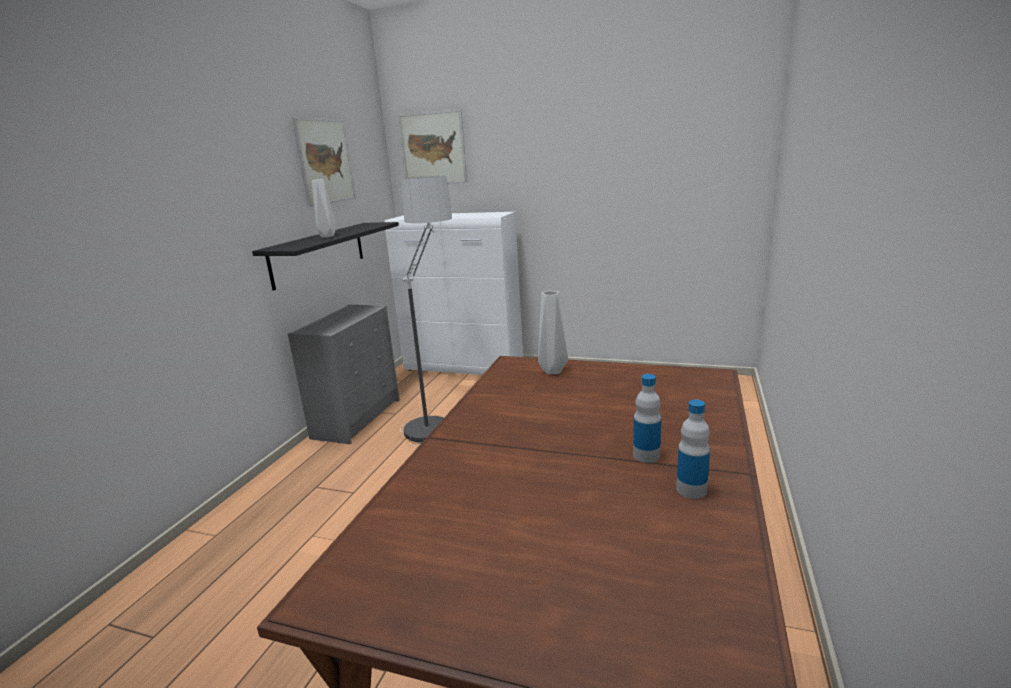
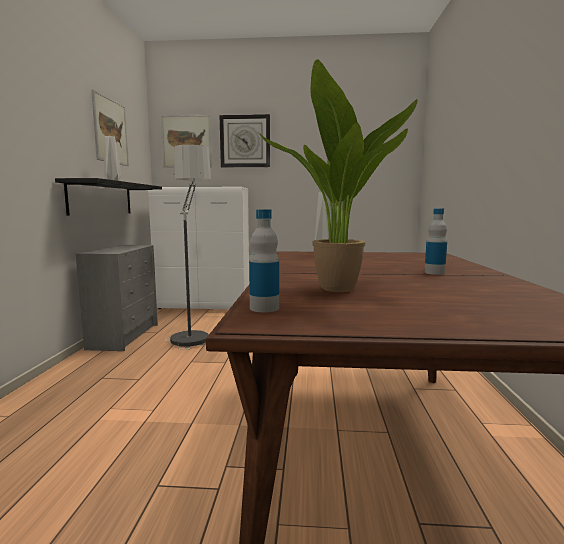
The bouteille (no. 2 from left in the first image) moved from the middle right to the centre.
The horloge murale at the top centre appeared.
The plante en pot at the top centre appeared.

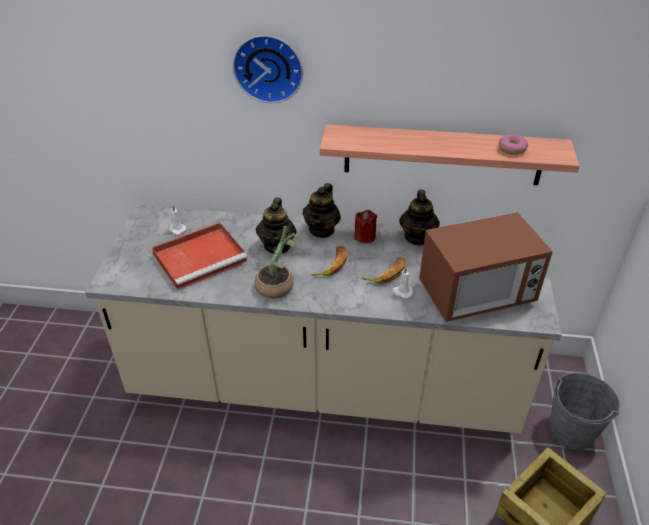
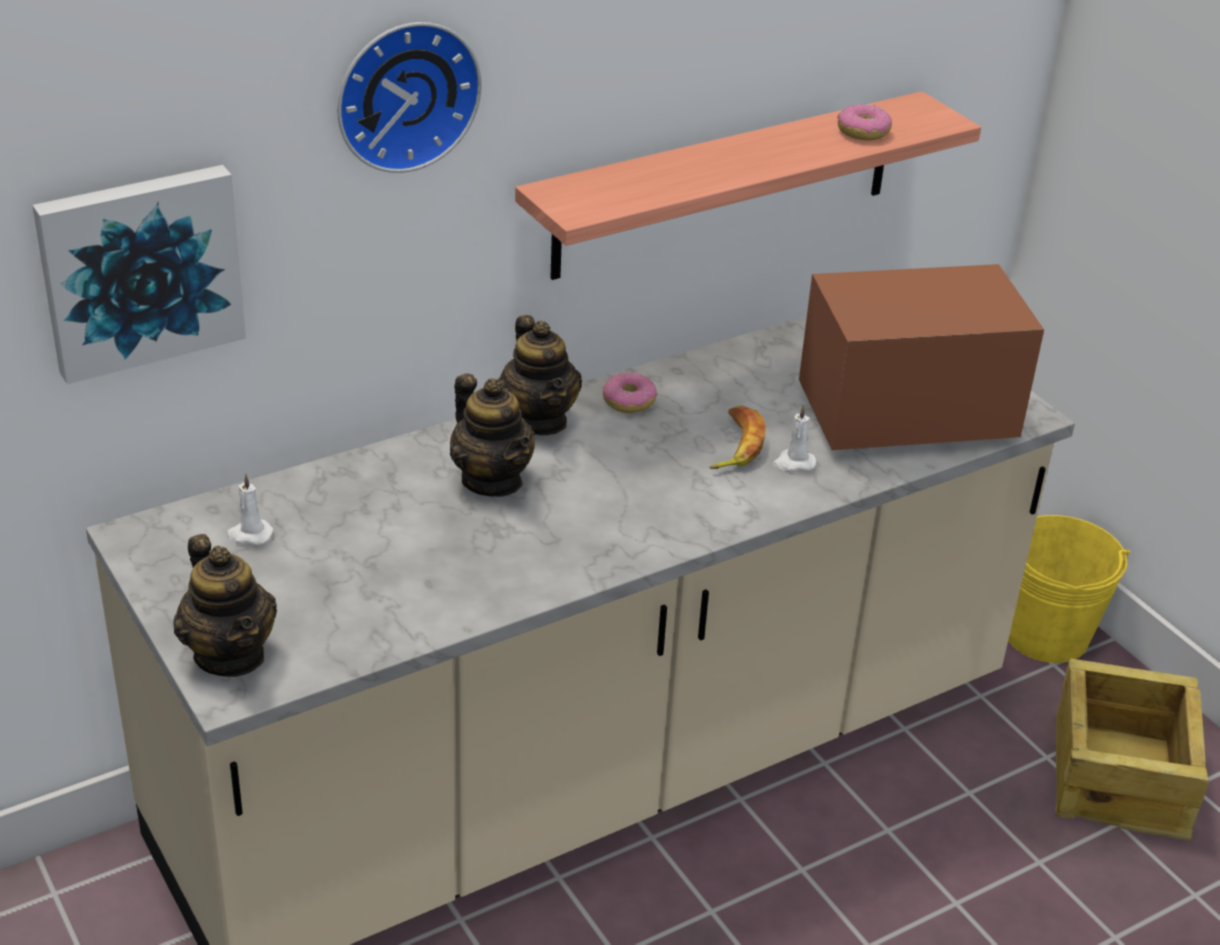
The plateau/rouge at the middle left disappeared.
The plante en pot at the centre disappeared.
The banane (no. 1 from left) at the centre disappeared.
The bougie/rouge at the centre was replaced by the beignet (no. 1 from left) at the centre.
The théière (no. 3 from left in the first image) moved from the centre to the middle left.
The micro-ondes at the middle right turned 135 degrees counterclockwise.
The seau/gris at the bottom right became the seau/jaune at the middle right.
The tableau at the top left appeared.

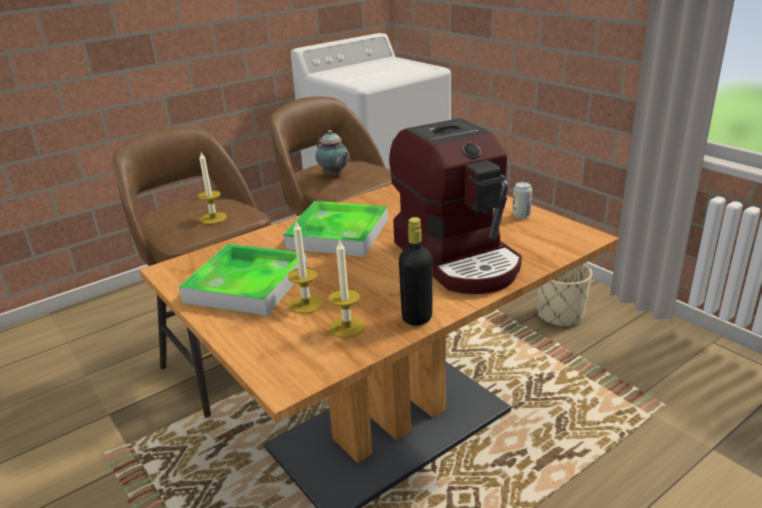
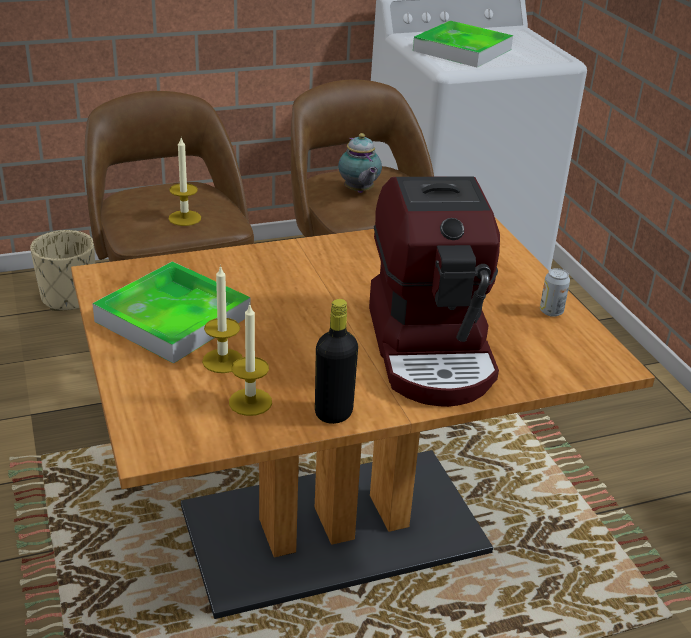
The plateau (no. 2 from left) moved from the centre to the top right.
The cache-pot/beige moved from the middle right to the middle left.

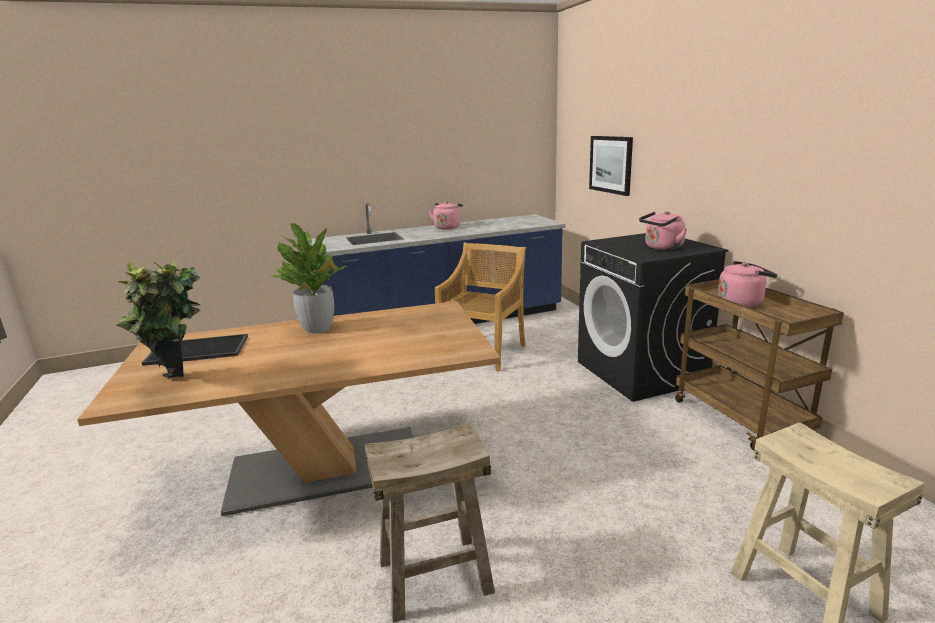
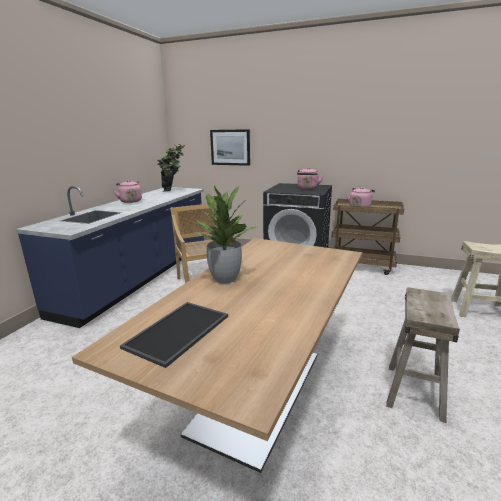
The plante en pot (no. 1 from left) moved from the middle left to the centre.

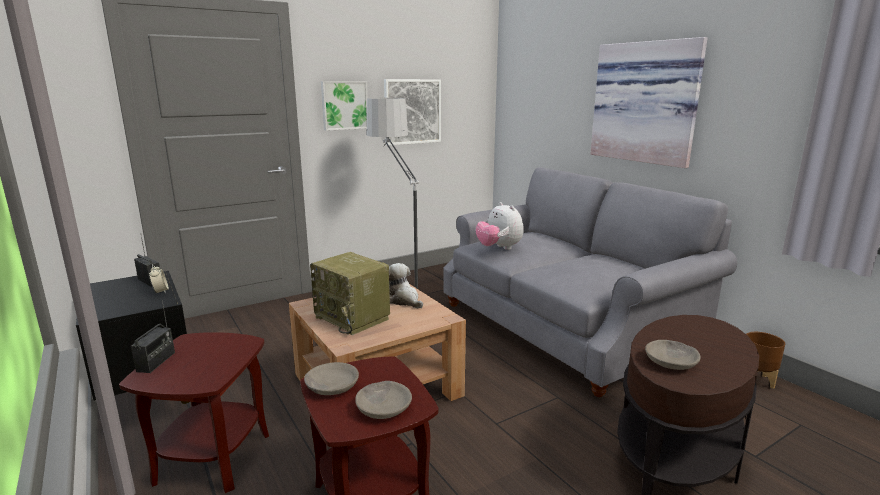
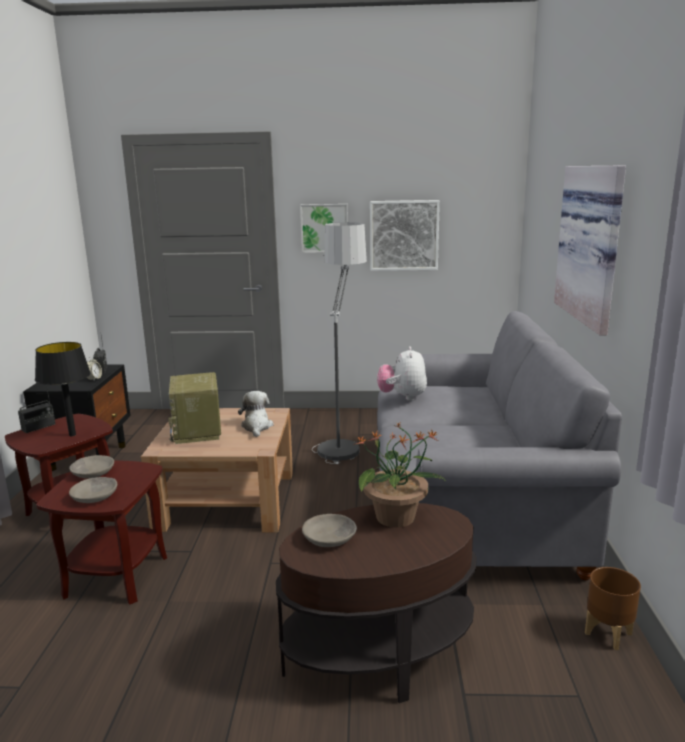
The lampe de table/noir at the middle left appeared.
The plante en pot at the centre appeared.

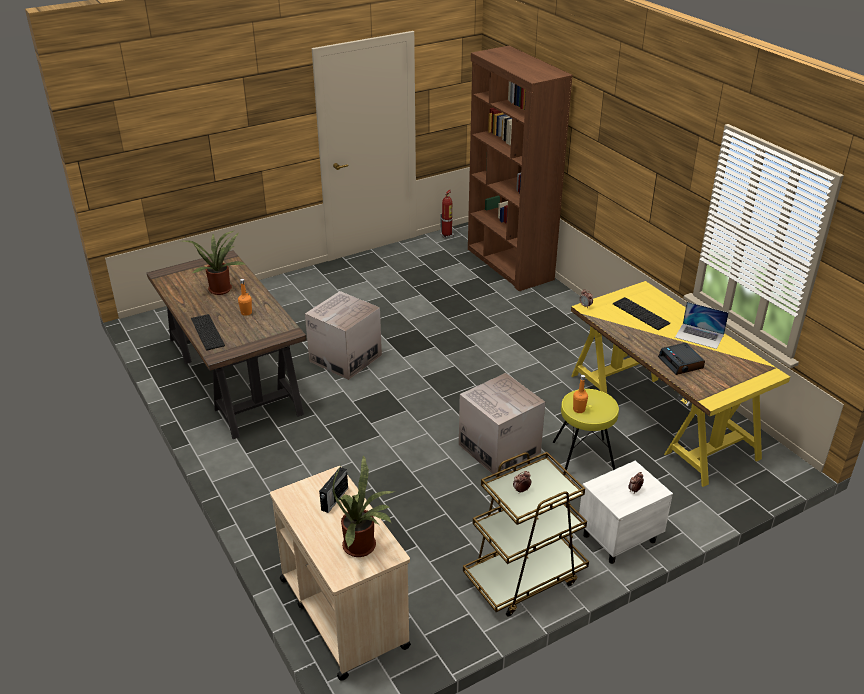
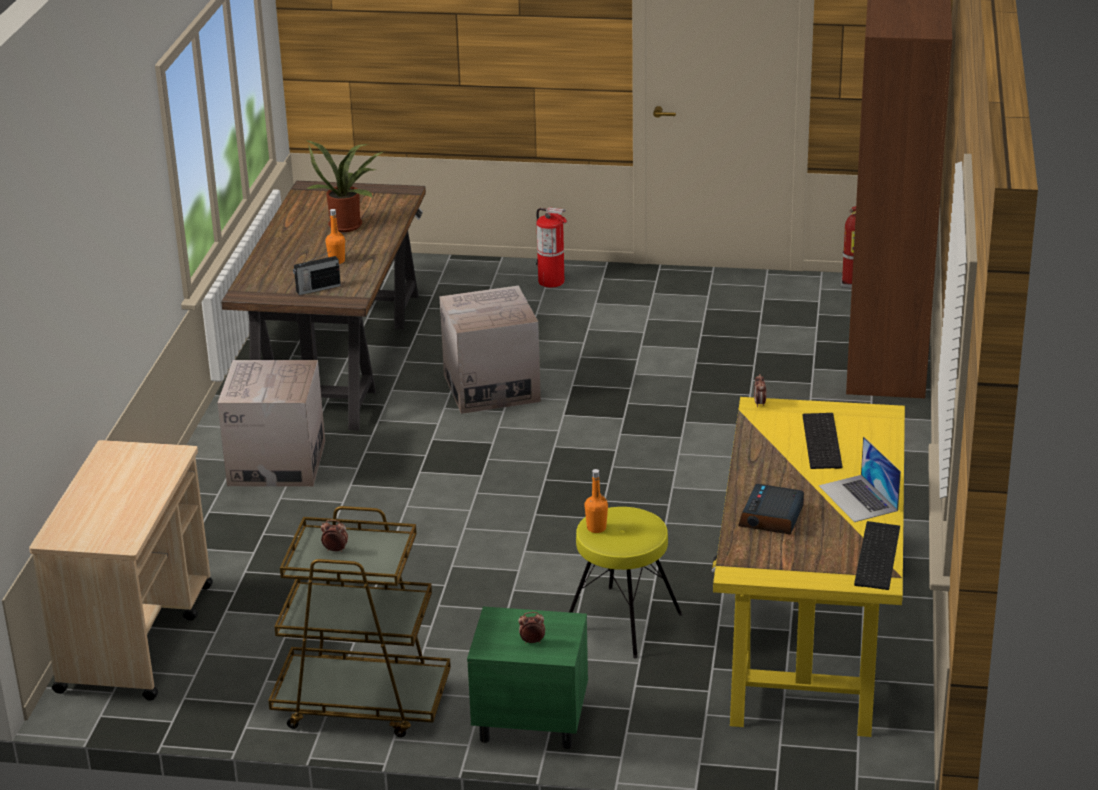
The clavier (no. 1 from left in the first image) moved from the middle left to the bottom right.
The radio moved from the bottom centre to the middle left.
The plante en pot (no. 2 from left) at the bottom centre disappeared.
The carton (no. 2 from left in the first image) moved from the centre to the middle left.
The table de chevet/blanc at the bottom right became the table de chevet/vert at the bottom centre.
The extincteur (no. 1 from left) at the top centre appeared.

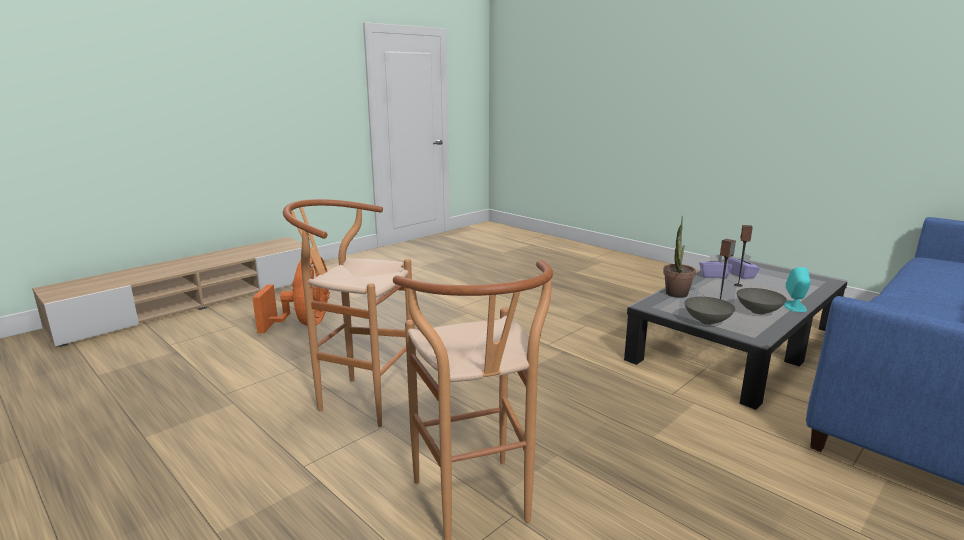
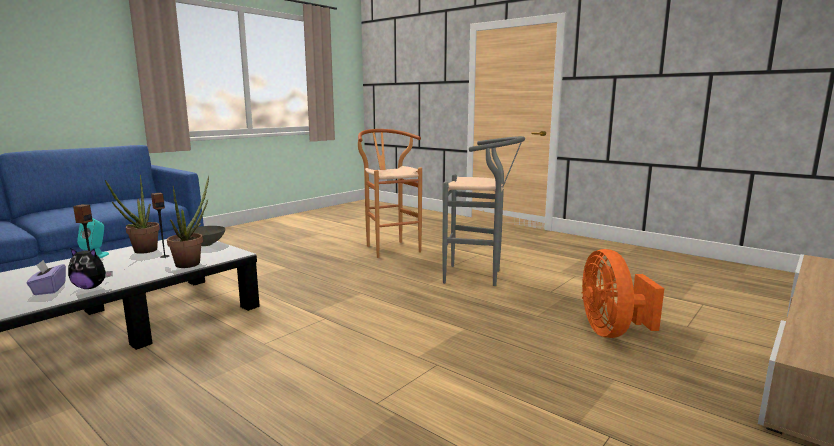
The tabouret/marron (no. 1 from left) at the centre became the tabouret/gris at the centre.
The boîte à mouchoirs/violet (no. 1 from left) at the middle right was replaced by the peluche at the middle left.
The bol/gris (no. 2 from left) at the middle right was replaced by the plante en pot (no. 1 from left) at the middle left.

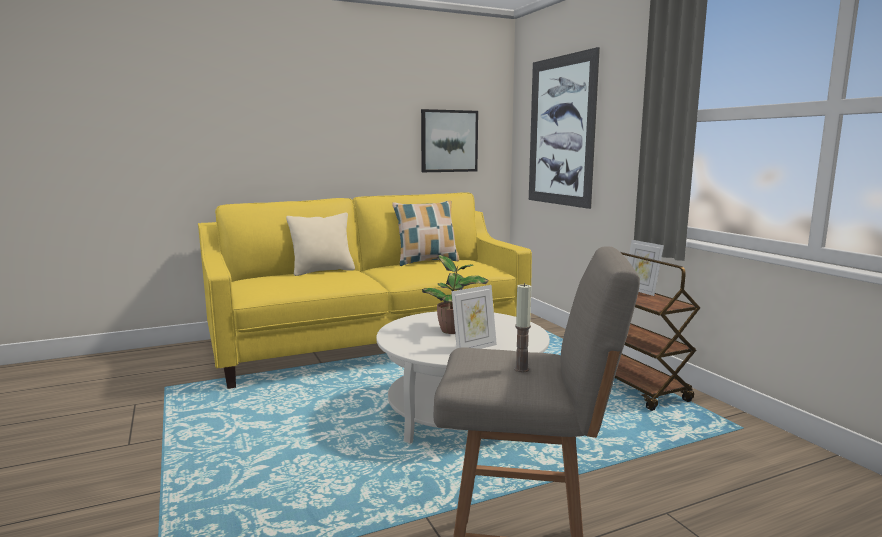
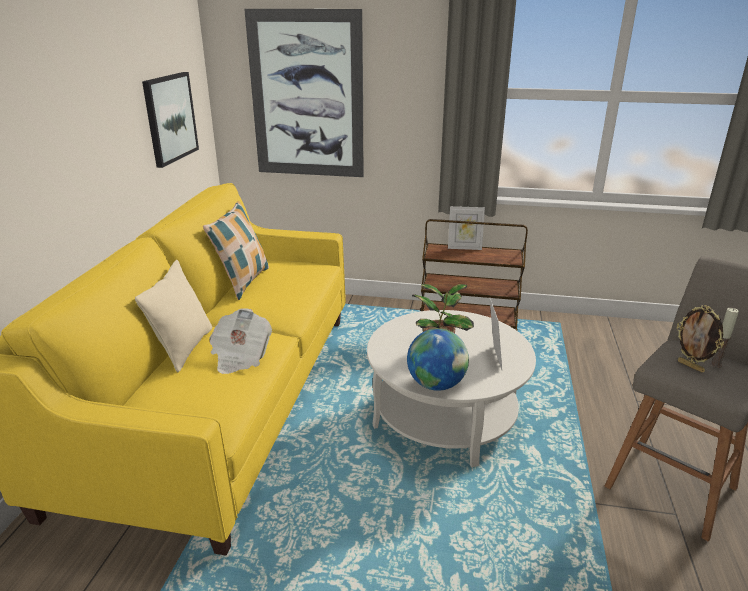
The journal at the middle left appeared.
The globe at the centre appeared.
The cadre photo (no. 3 from left) at the middle right appeared.

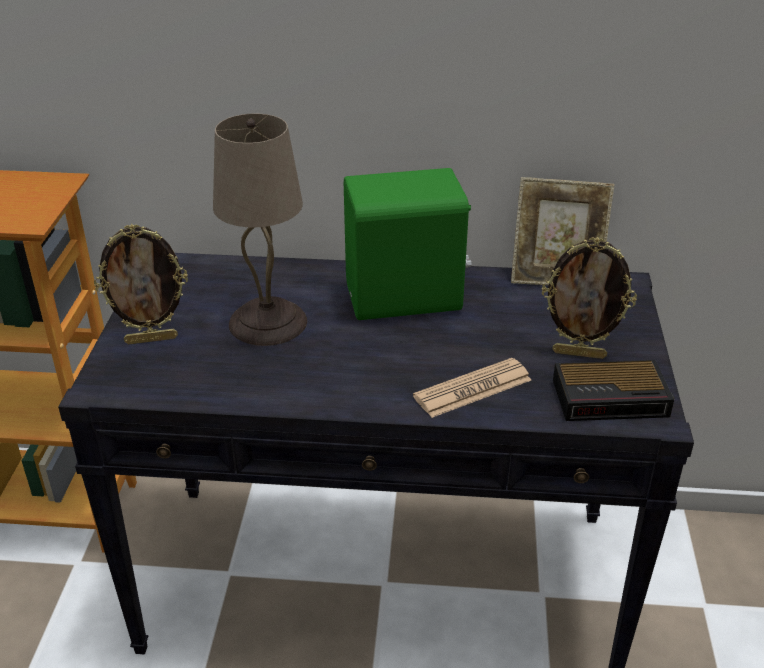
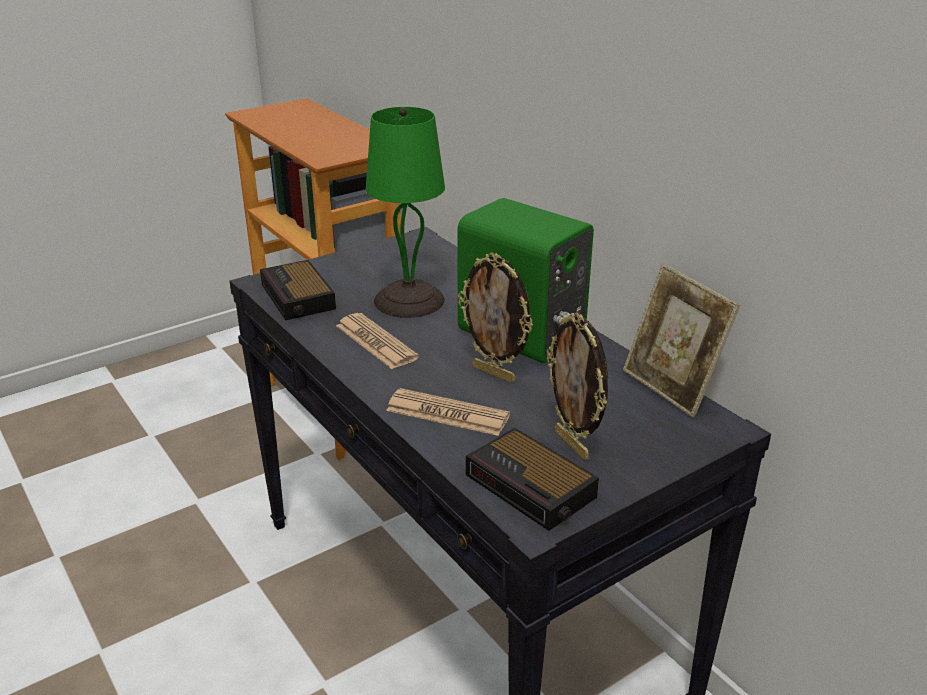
The cadre photo (no. 1 from left) moved from the middle left to the centre.
The lampe de table/beige at the centre became the lampe de table/vert at the top centre.
The réveil (no. 1 from left) at the middle left appeared.
The journal (no. 1 from left) at the centre appeared.

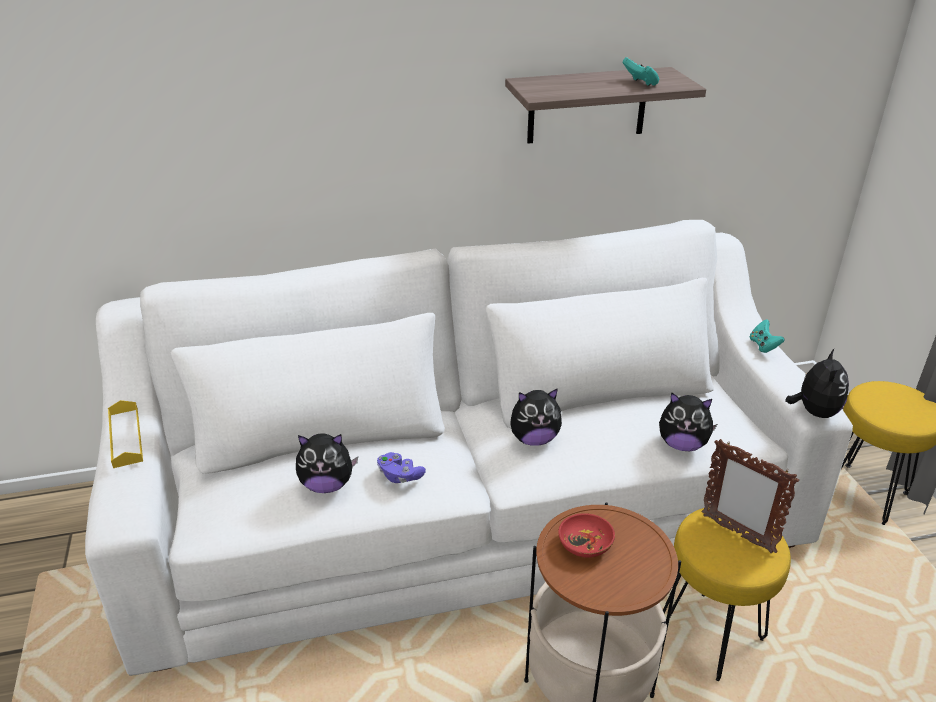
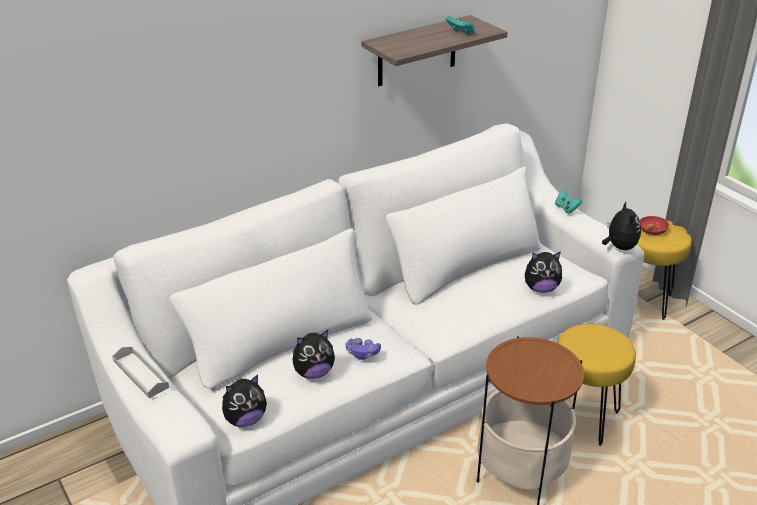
The plateau/jaune at the middle left became the plateau/gris at the bottom left.
The peluche (no. 2 from left in the first image) moved from the centre to the bottom left.
The bol/rouge moved from the bottom centre to the middle right.
The cadre photo at the bottom right disappeared.

